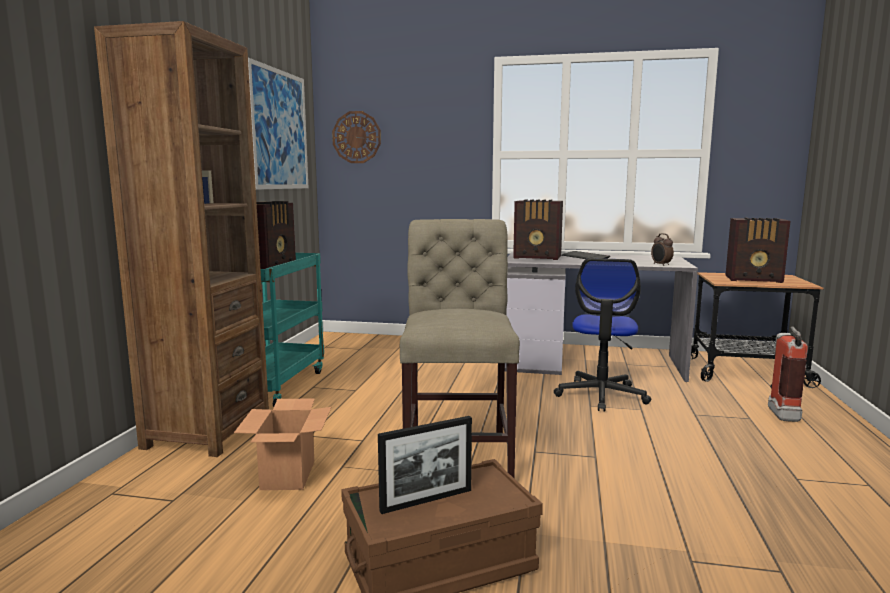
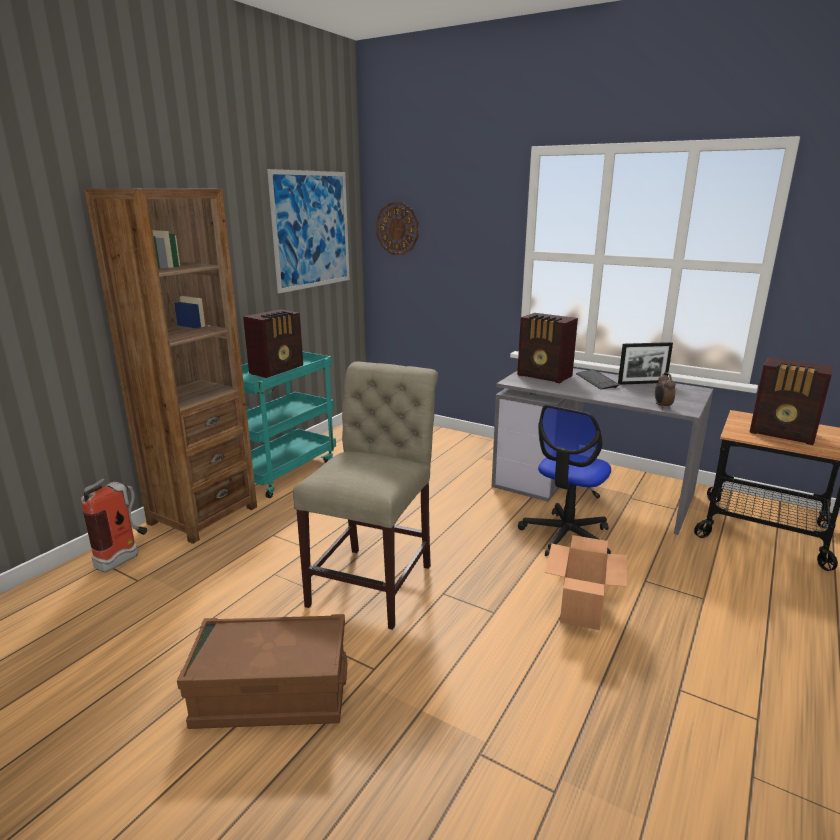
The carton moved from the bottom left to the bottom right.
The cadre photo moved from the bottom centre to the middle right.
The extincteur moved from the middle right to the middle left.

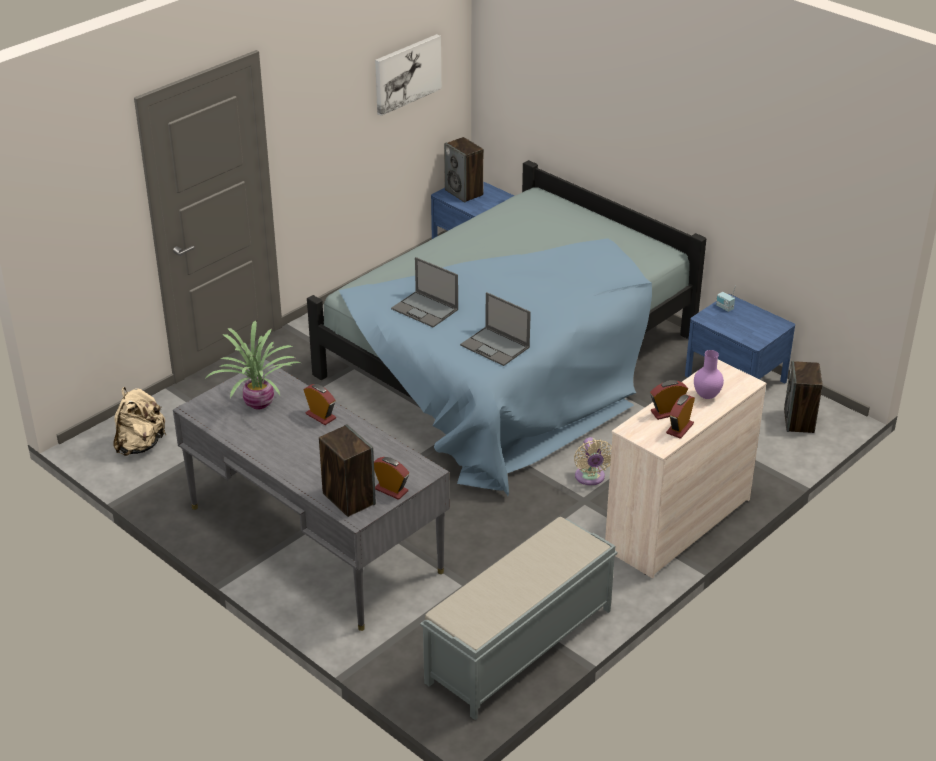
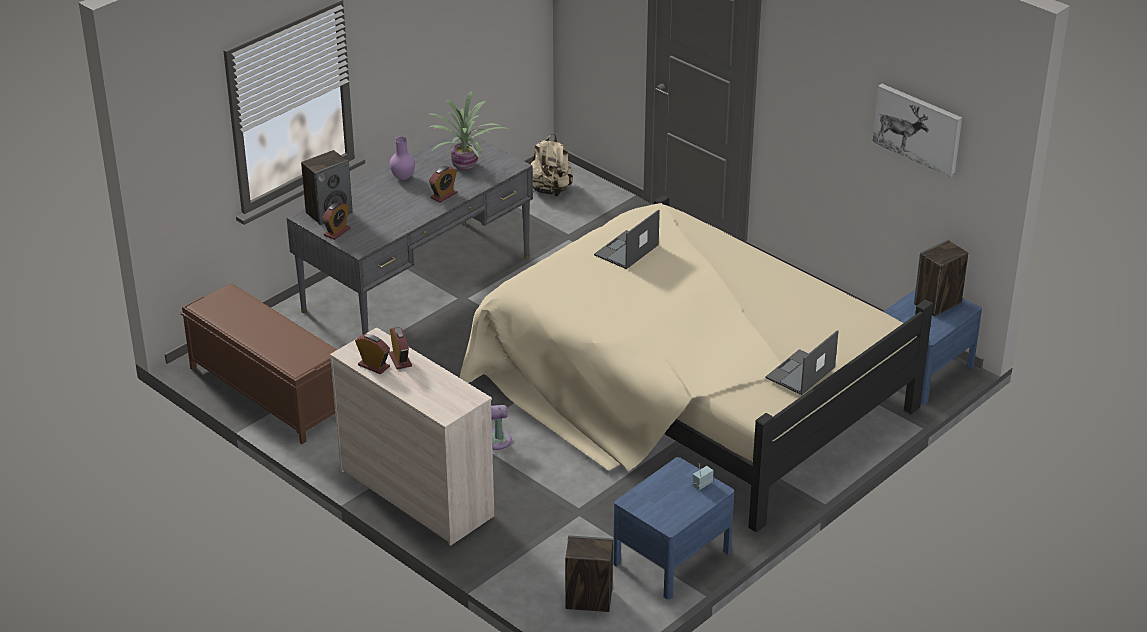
The lit/bleu at the centre became the lit/beige at the centre.
The banc/gris at the bottom centre became the banc/marron at the middle left.
The ordinateur portable (no. 2 from left) moved from the centre to the middle right.
The vase/violet moved from the middle right to the top centre.

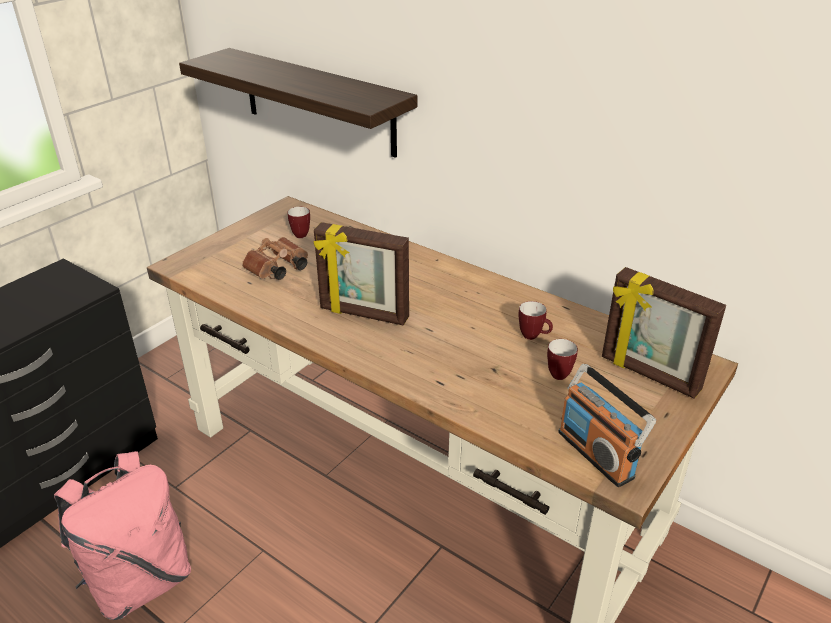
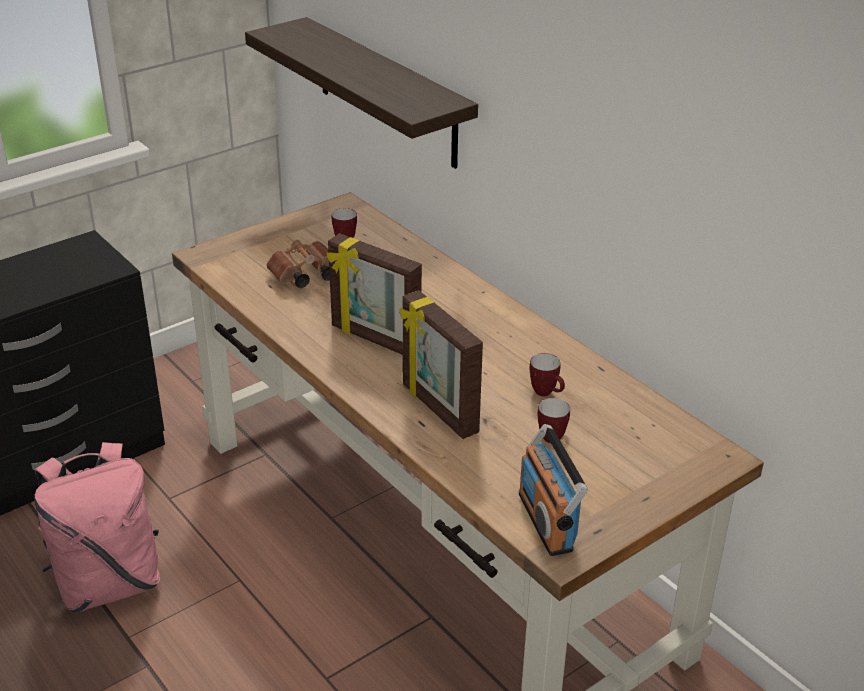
The cadre photo (no. 2 from left) moved from the middle right to the centre.

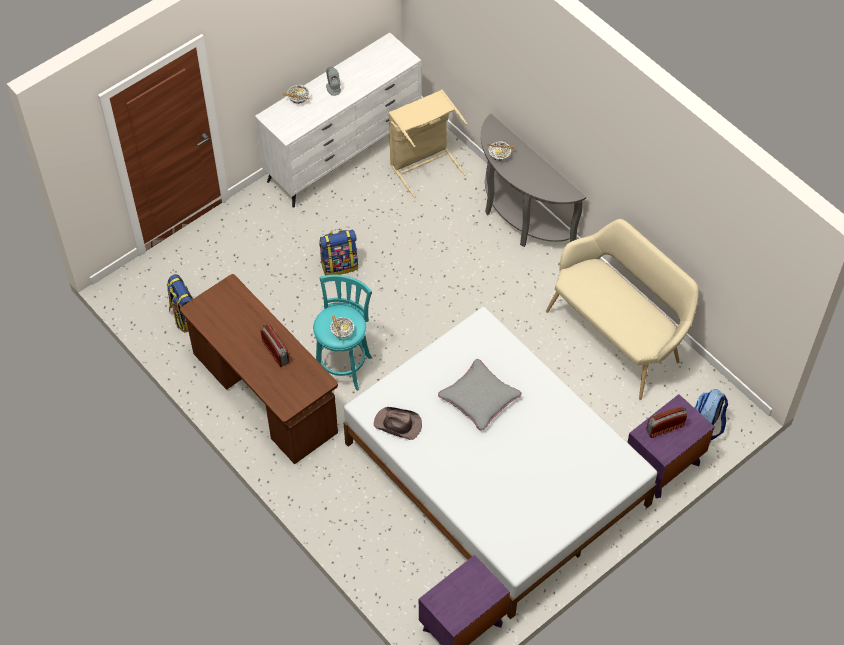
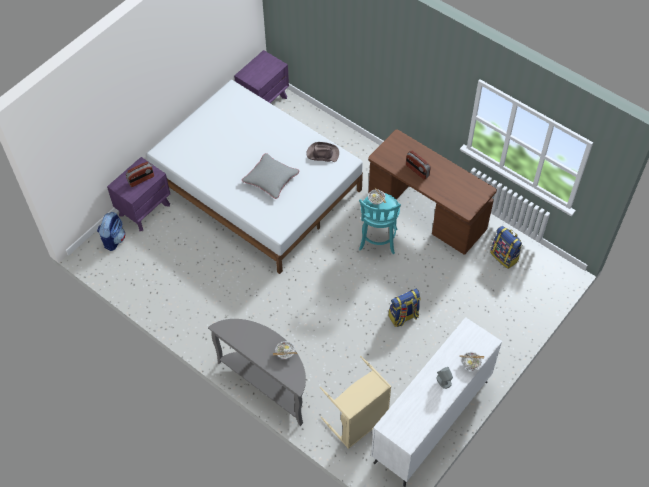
The banc/beige at the middle right disappeared.

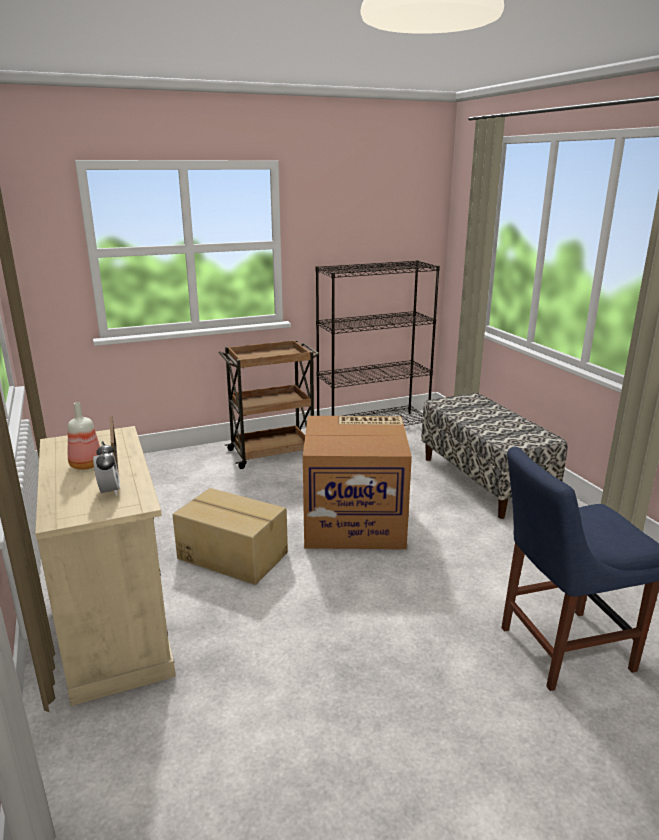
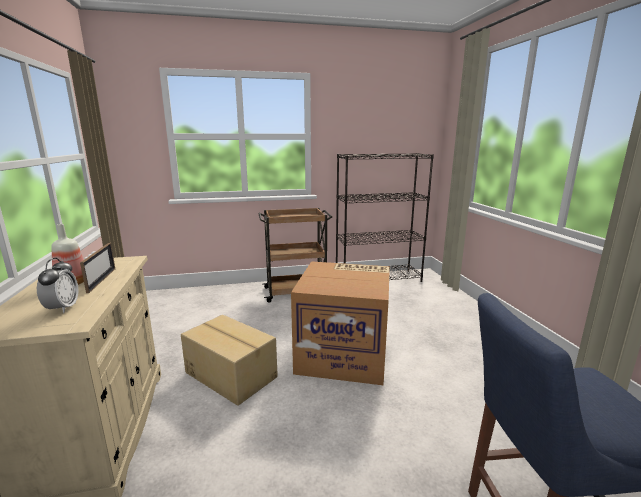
The banc at the middle right disappeared.

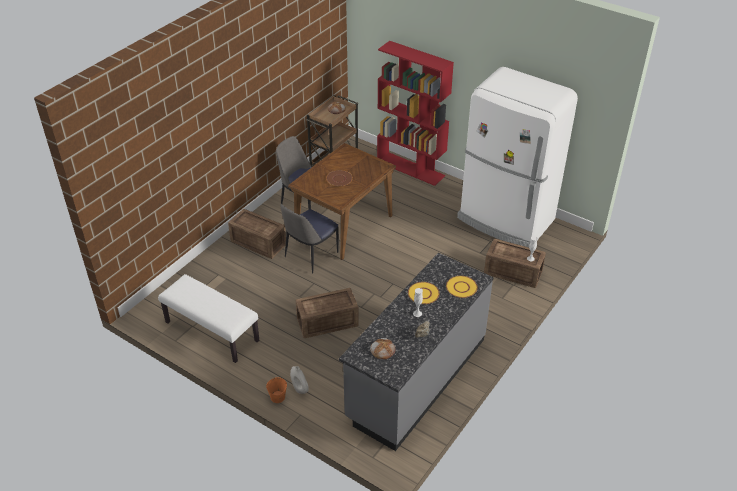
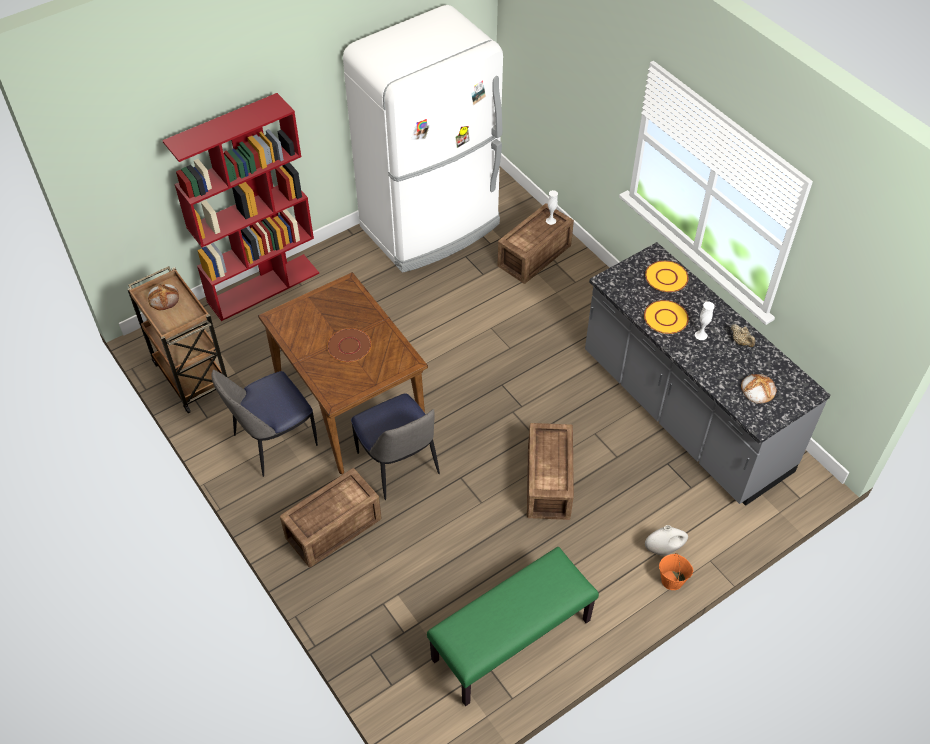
The banc/blanc at the middle left became the banc/vert at the bottom centre.

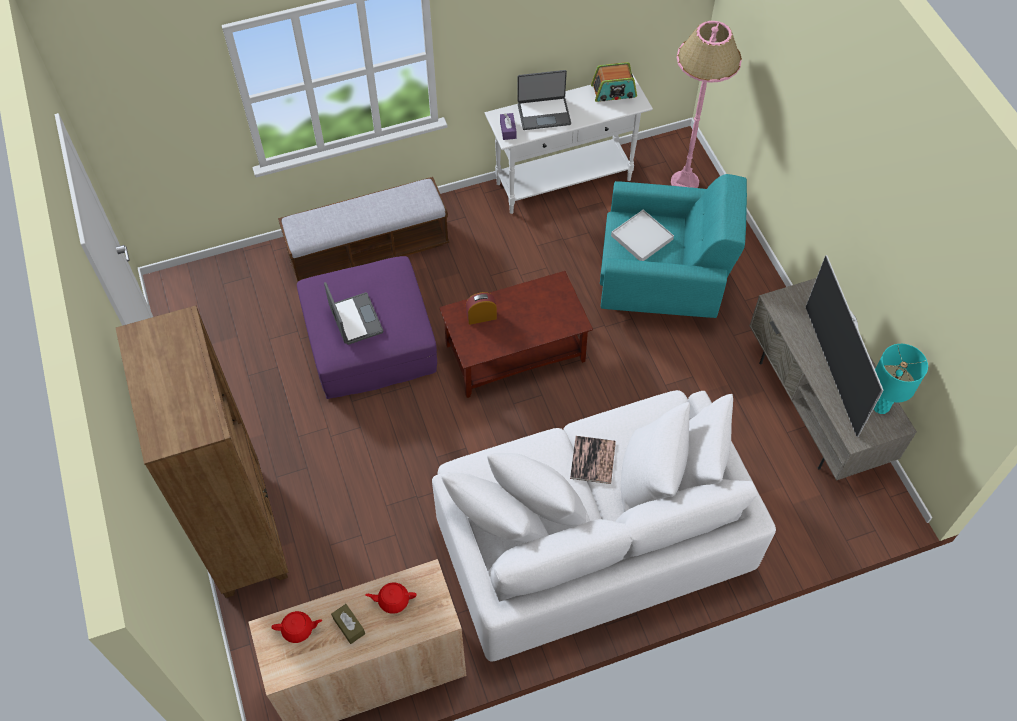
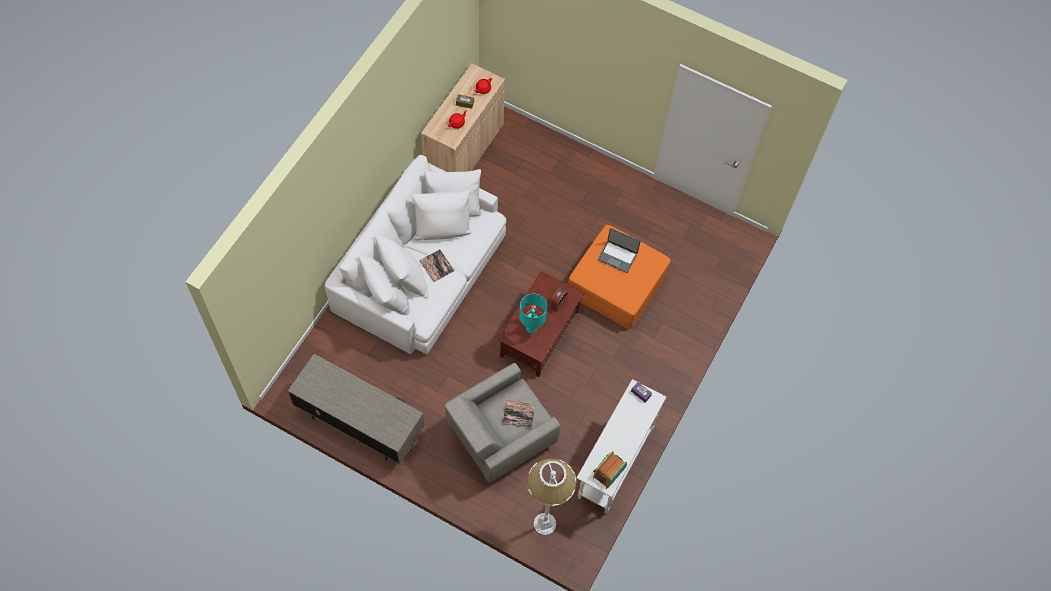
The bibliothèque/marron at the middle left disappeared.
The banc at the top centre disappeared.
The pouf/violet at the centre became the pouf/orange at the centre.
The ordinateur portable (no. 2 from left) at the top centre disappeared.
The fauteuil/turquoise at the centre became the fauteuil/gris at the bottom centre.
The plateau/blanc at the top centre was replaced by the livre (no. 2 from left) at the bottom centre.
The lampadaire/rose at the top right became the lampadaire/blanc at the bottom centre.
The téléviseur at the middle right disappeared.
The lampe de table/turquoise moved from the middle right to the centre.

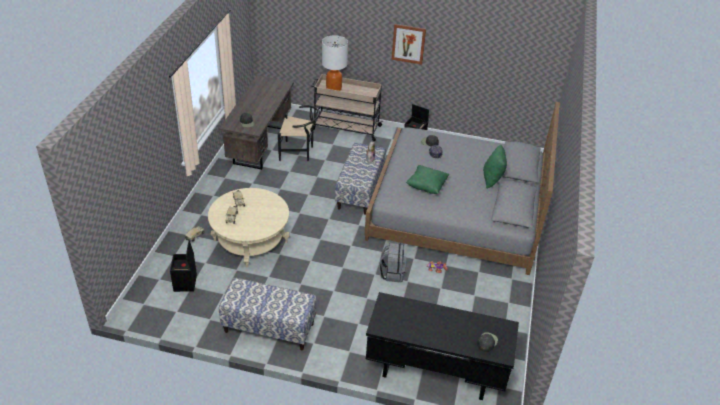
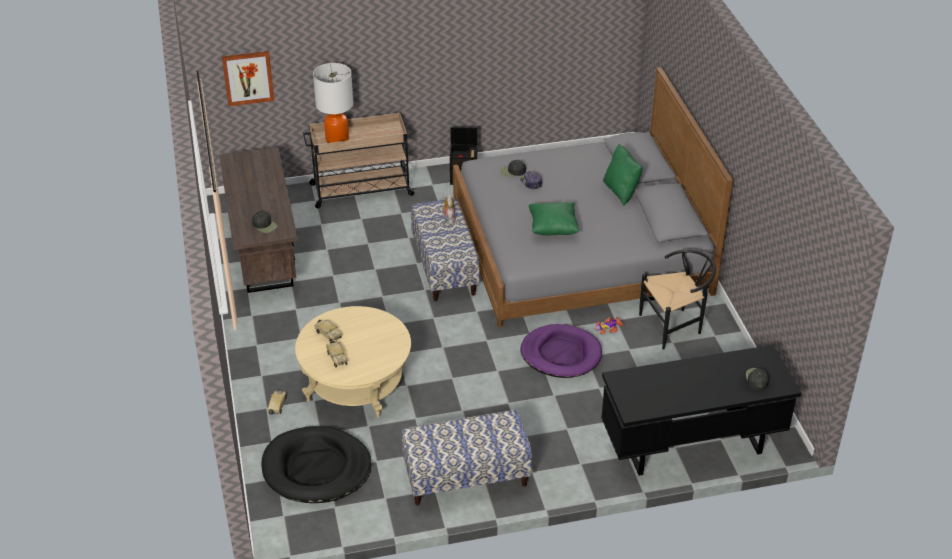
The boîte de rangement/noir (no. 1 from left) at the middle left was replaced by the panier pour chien/noir at the bottom left.
The chaise/noir moved from the top centre to the middle right.
The sac à dos/gris at the centre was replaced by the panier pour chien/violet at the centre.
The tableau moved from the top centre to the top left.

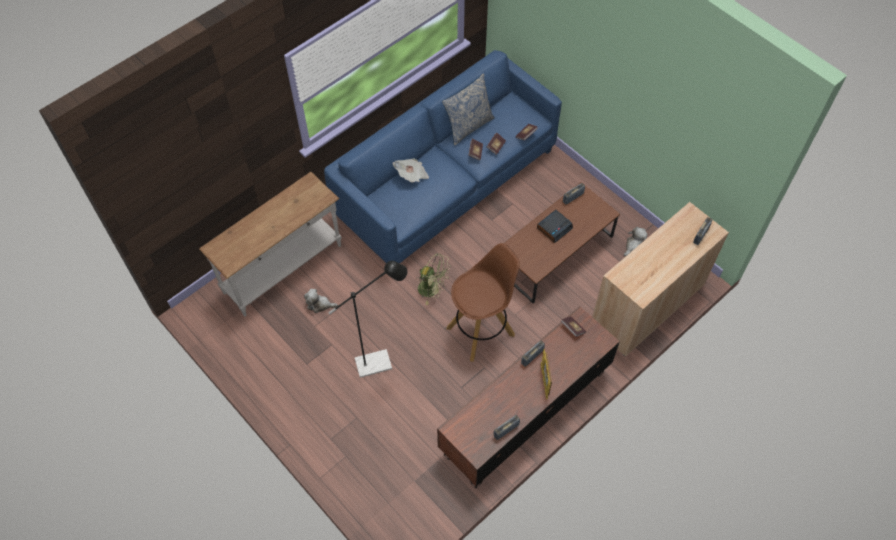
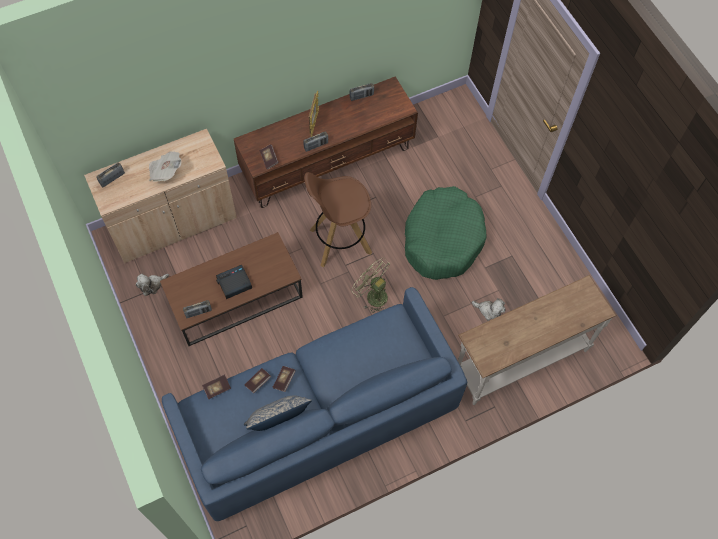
The lampadaire/noir at the centre was replaced by the panier pour chien/vert at the centre.
The journal moved from the top centre to the top left.

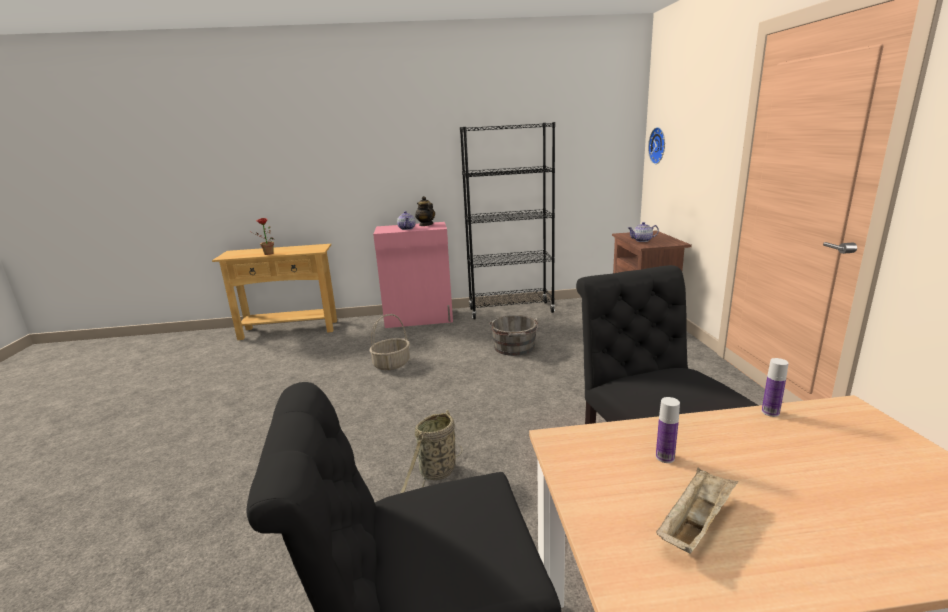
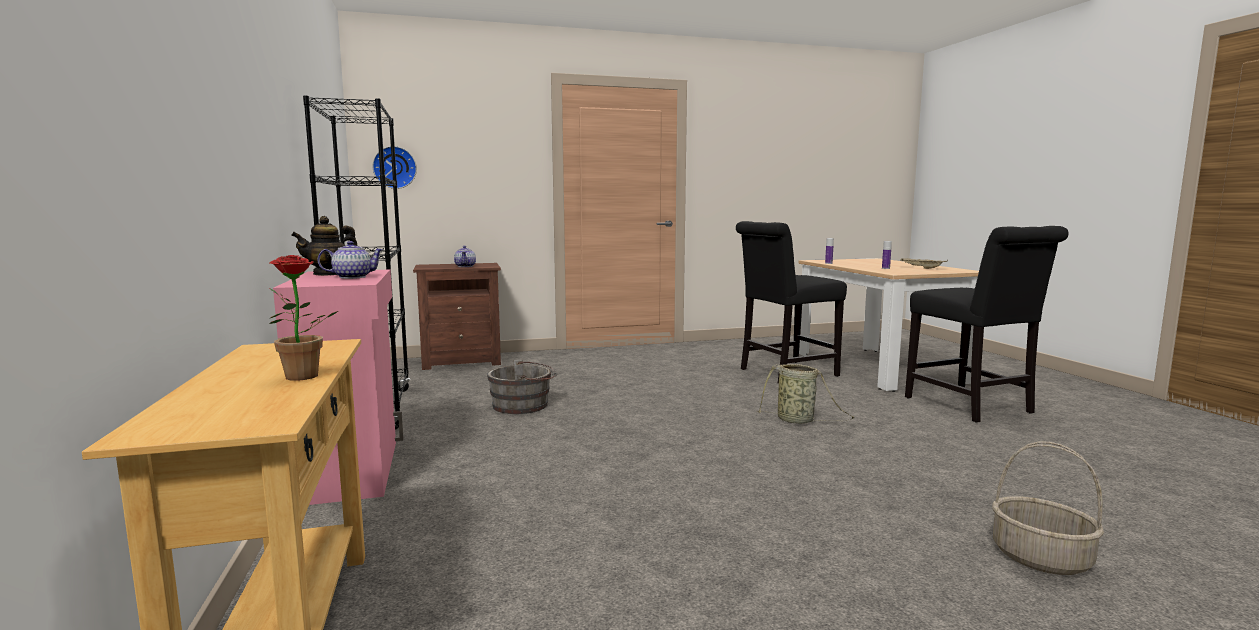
The panier (no. 1 from left in the first image) moved from the centre to the bottom right.

